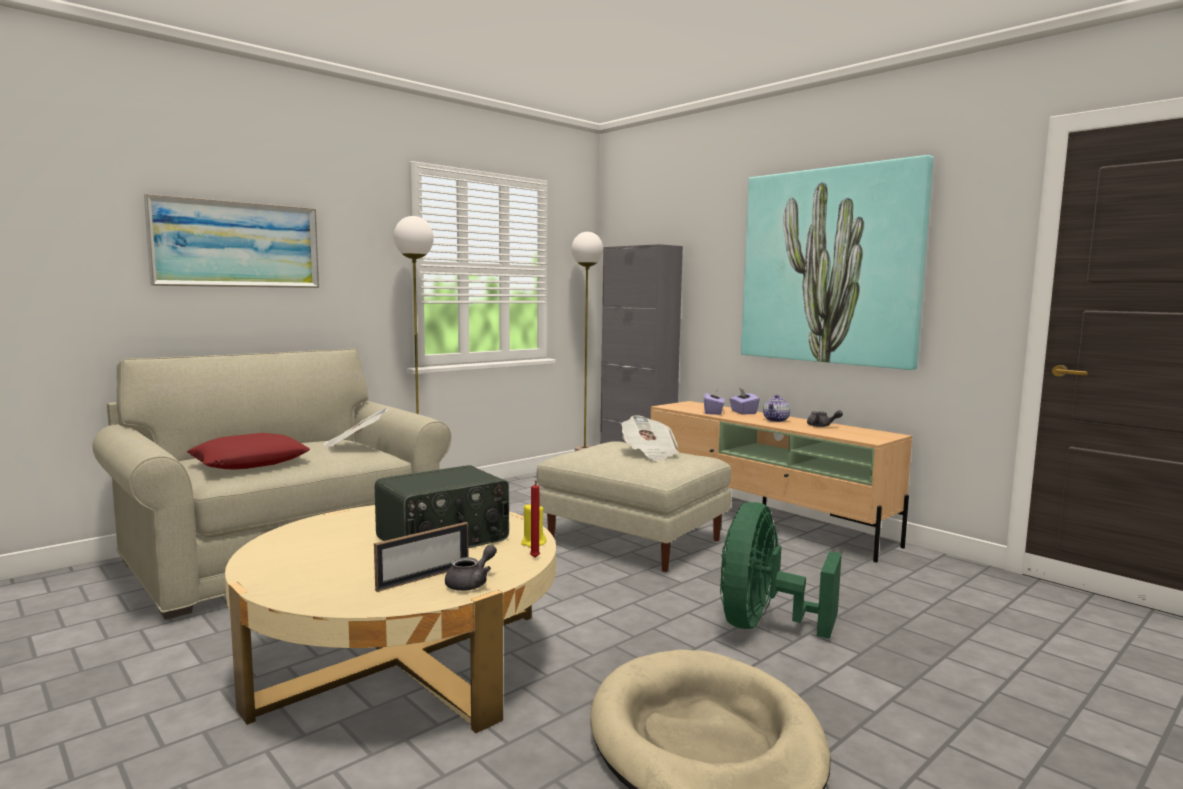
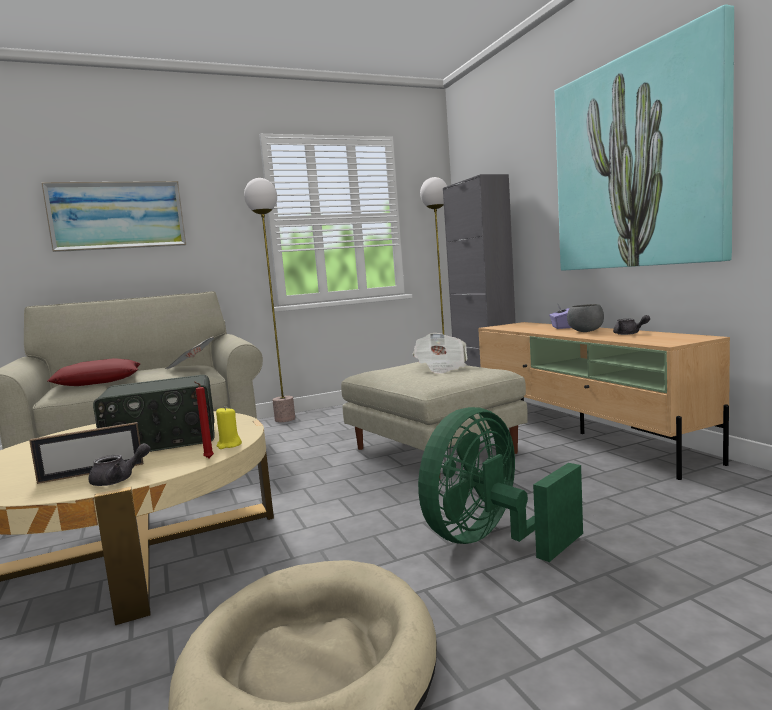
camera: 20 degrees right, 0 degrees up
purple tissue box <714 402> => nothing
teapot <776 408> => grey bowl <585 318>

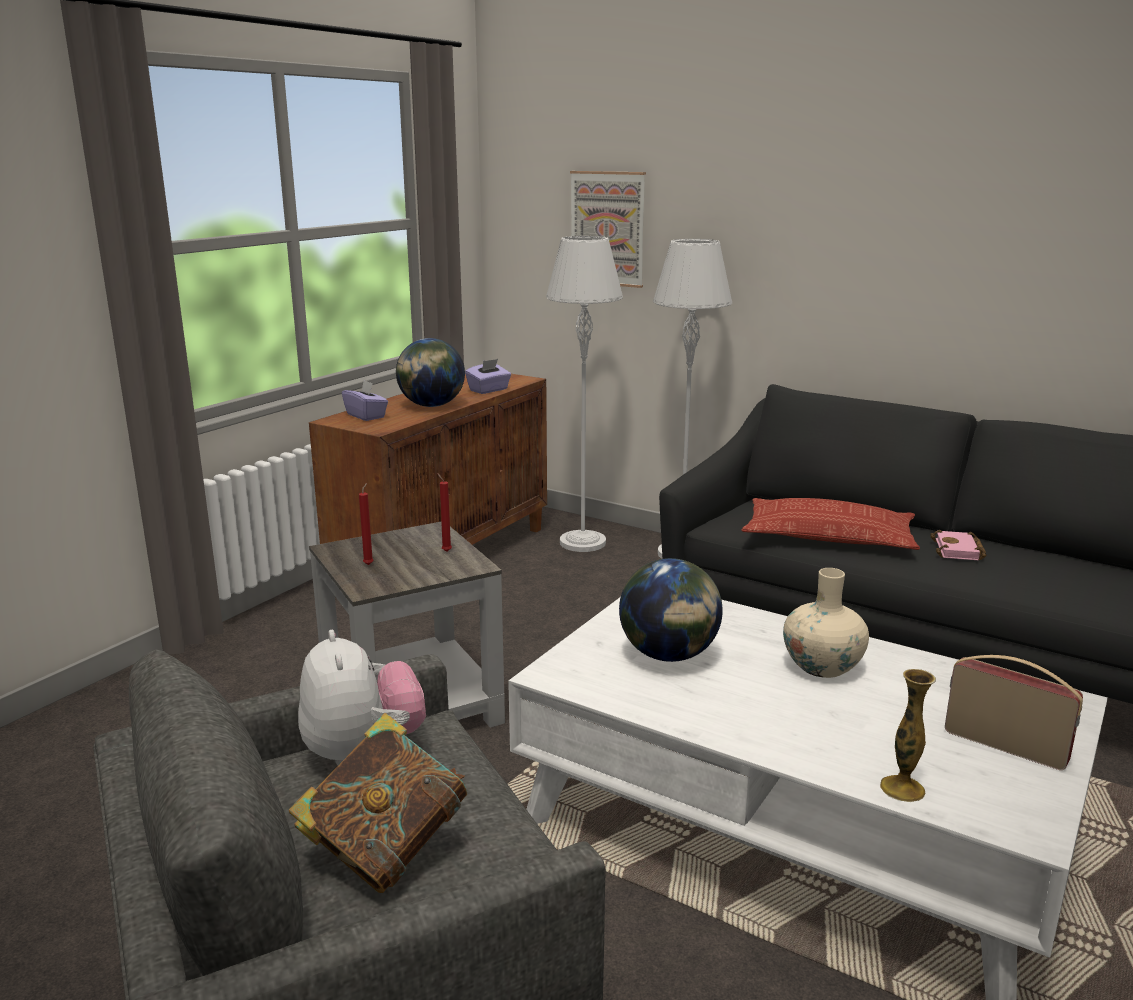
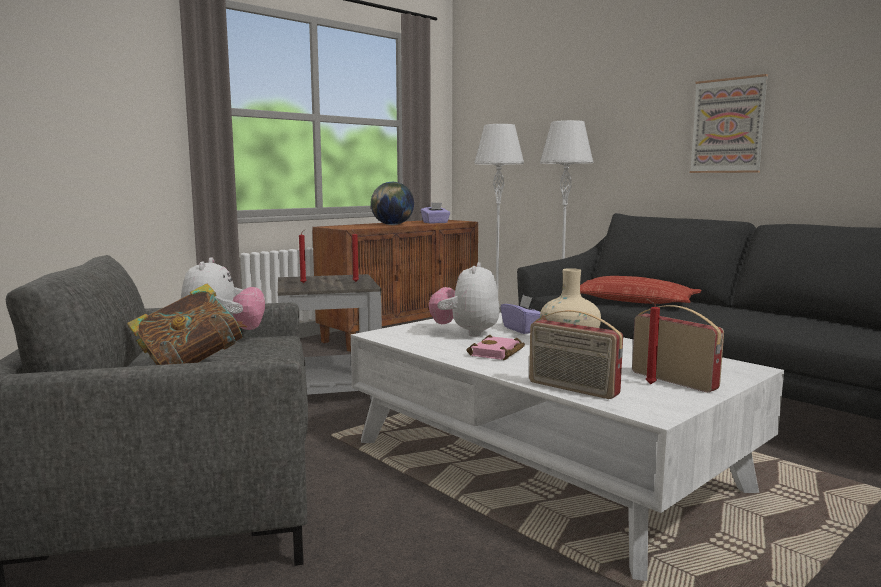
camera: 15 degrees right, 10 degrees down
picture <608 229> => picture <729 123>, move
purple tissue box <365 400> => purple tissue box <520 314>, move
pink book <958 545> => pink book <495 347>, move
globe <671 610> => plush toy <464 299>
vase <908 735> => radio <576 354>
nothing => red candle <652 341>

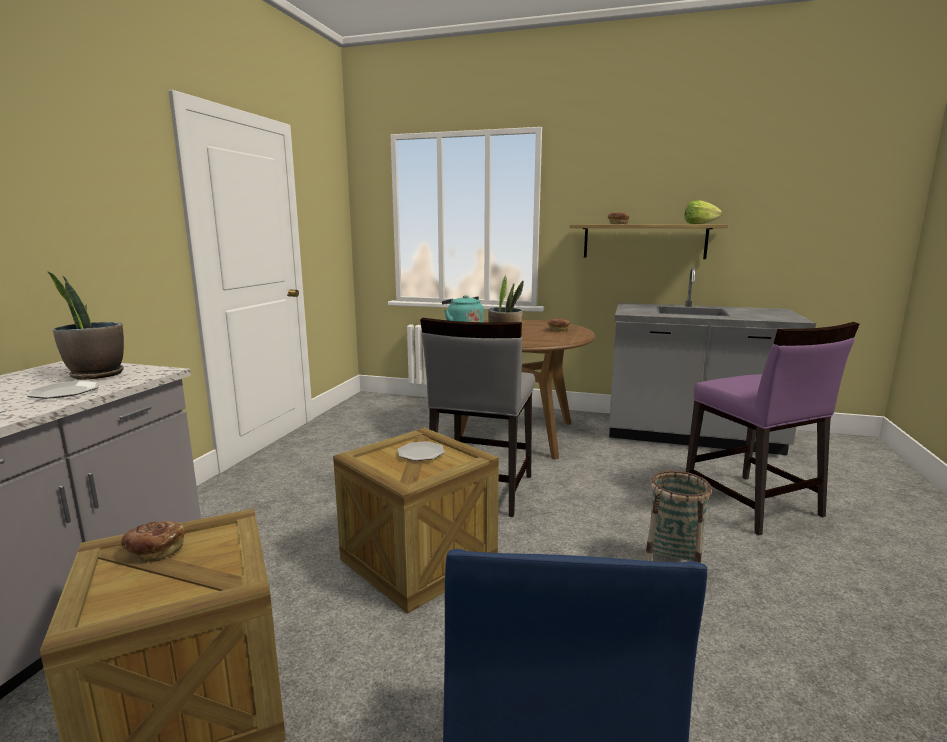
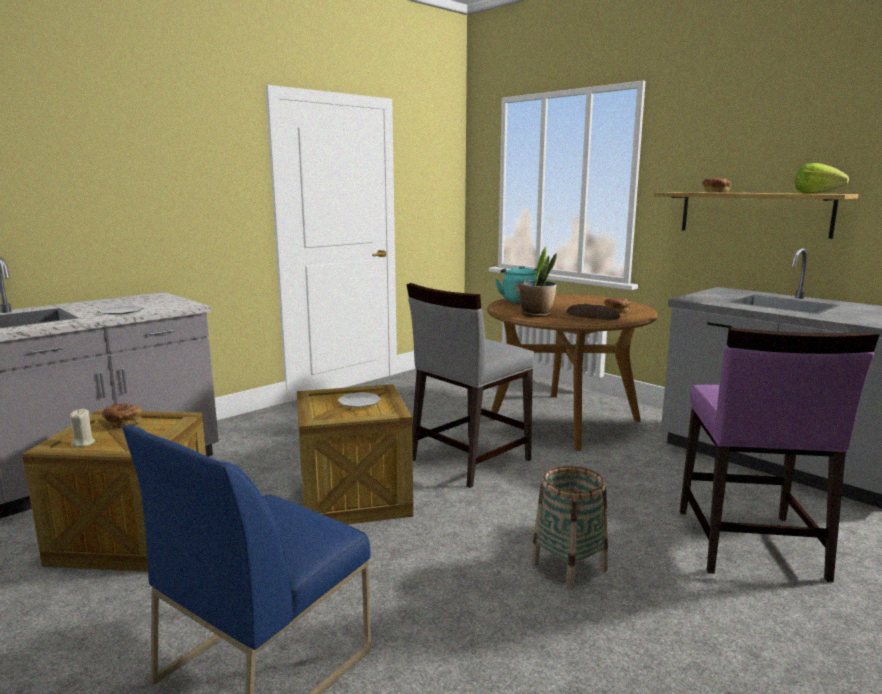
camera: 30 degrees right, 0 degrees up
potted plant <85 325> => nothing
nothing => bread <593 312>
nothing => beige candle <82 428>

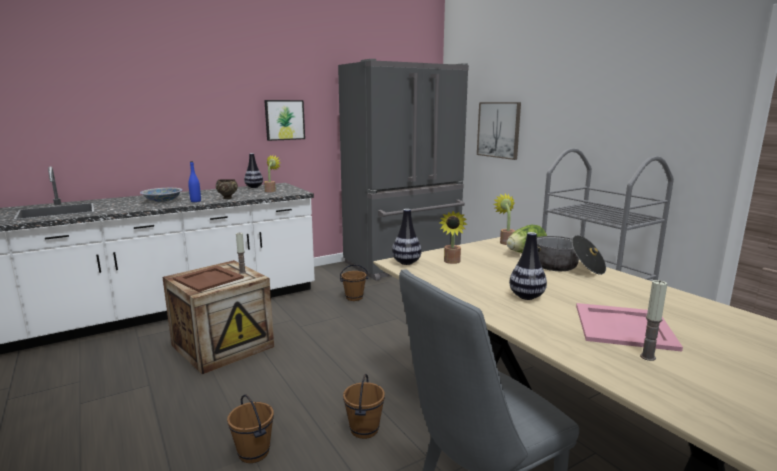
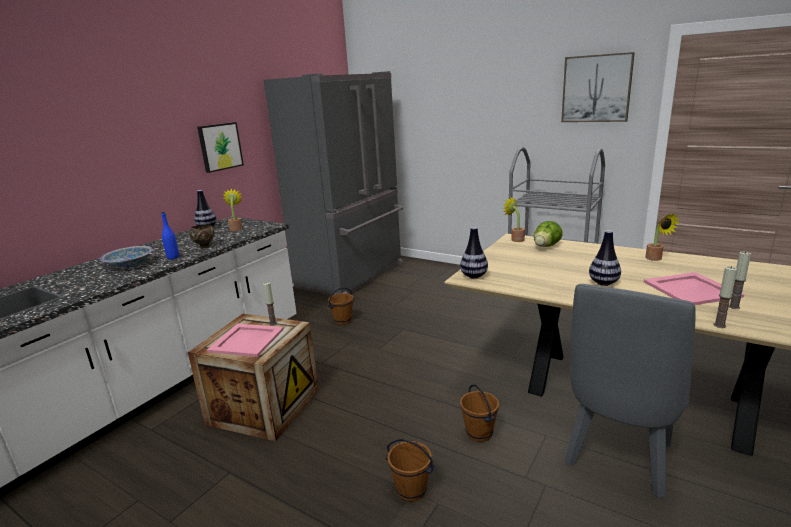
camera: 25 degrees left, 5 degrees up
picture <499 131> => picture <598 87>, move
potted plant <454 237> => potted plant <662 237>, move
cooking pot <571 255> => nothing
brown tray <208 279> => pink tray <245 340>
nothing => candle <725 297>

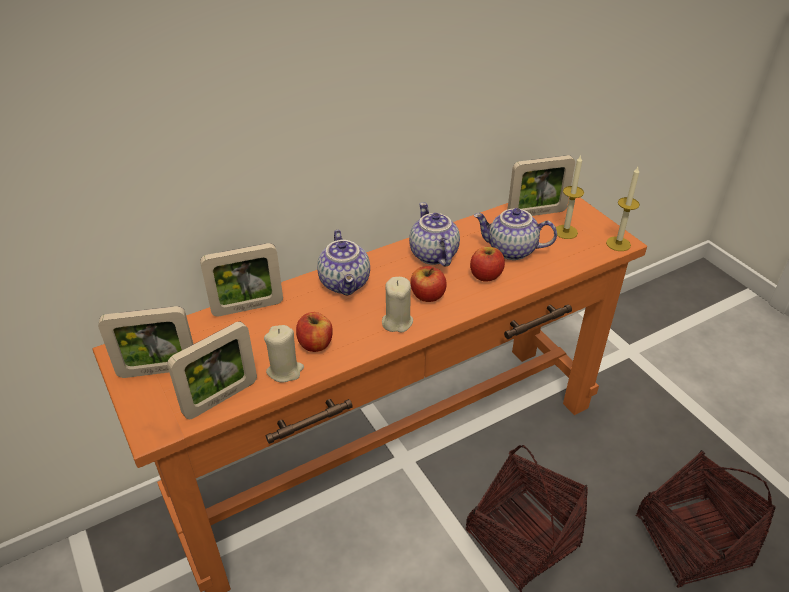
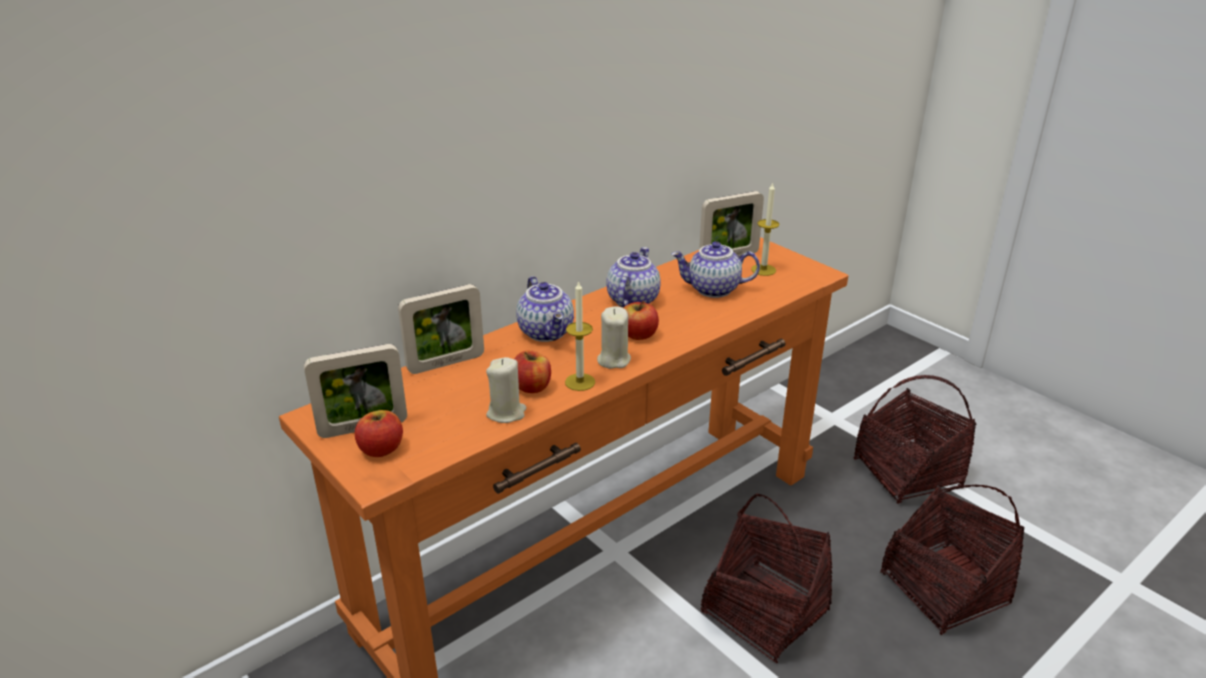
camera: 10 degrees left, 10 degrees down
candle <623 209> => candle <580 335>, move
teapot <434 234> => teapot <633 277>, 45 degrees clockwise
apple <487 264> => apple <379 433>, move
picture frame <212 370> => nothing
nothing => basket <915 439>

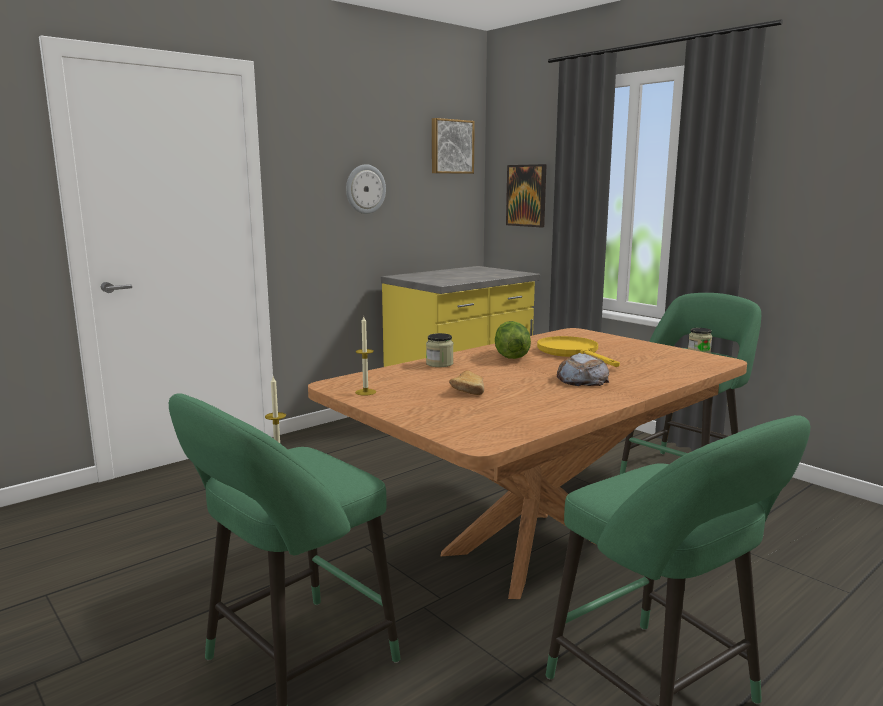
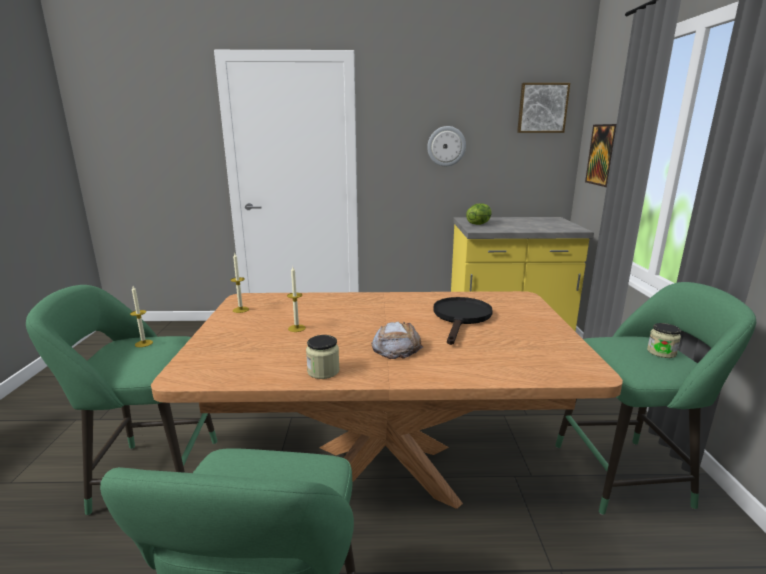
camera: 40 degrees right, 5 degrees up
lettuce <513 340> => lettuce <479 214>, move
jar <439 350> => jar <323 357>, move
yellow frying pan <578 351> => black frying pan <463 321>
bread <466 382> => candle <296 299>

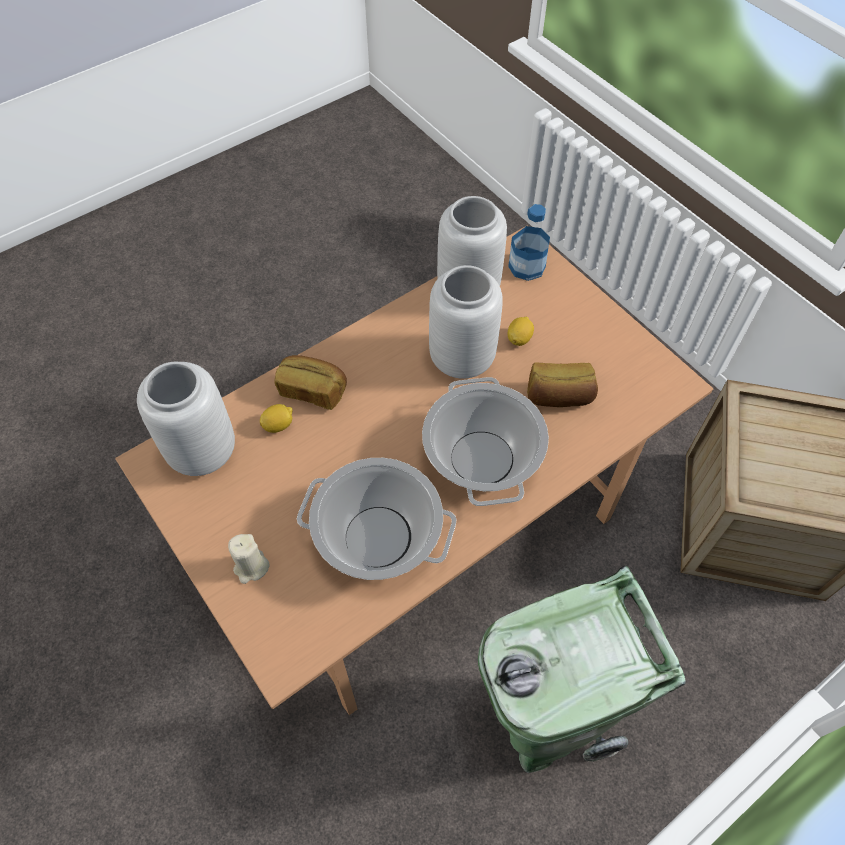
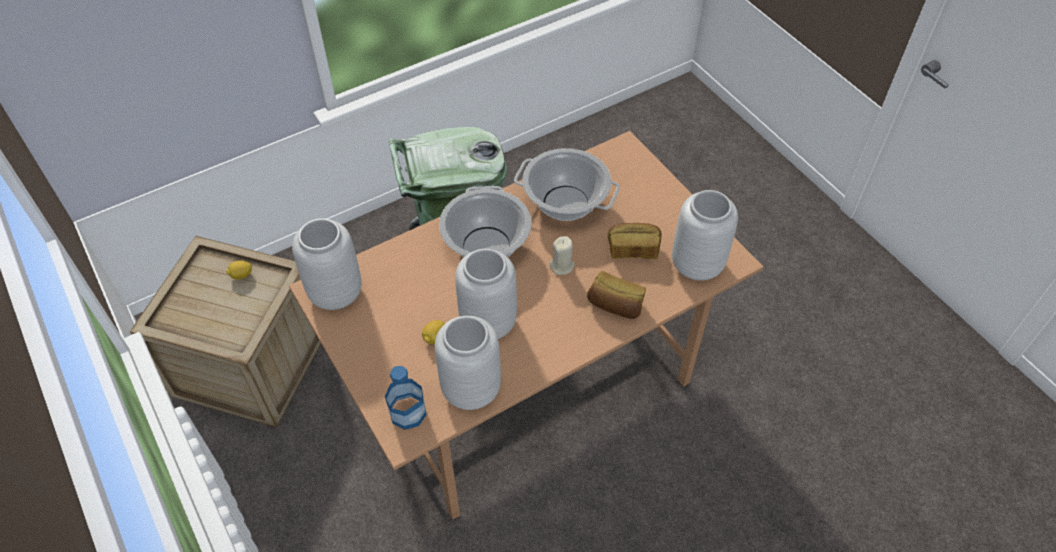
camera: 175 degrees left, 5 degrees down
bread <562 384> => bread <635 241>, move
lemon <276 418> => lemon <239 270>, move
beige candle <248 559> => beige candle <562 255>, move
nothing => grey vase <327 264>

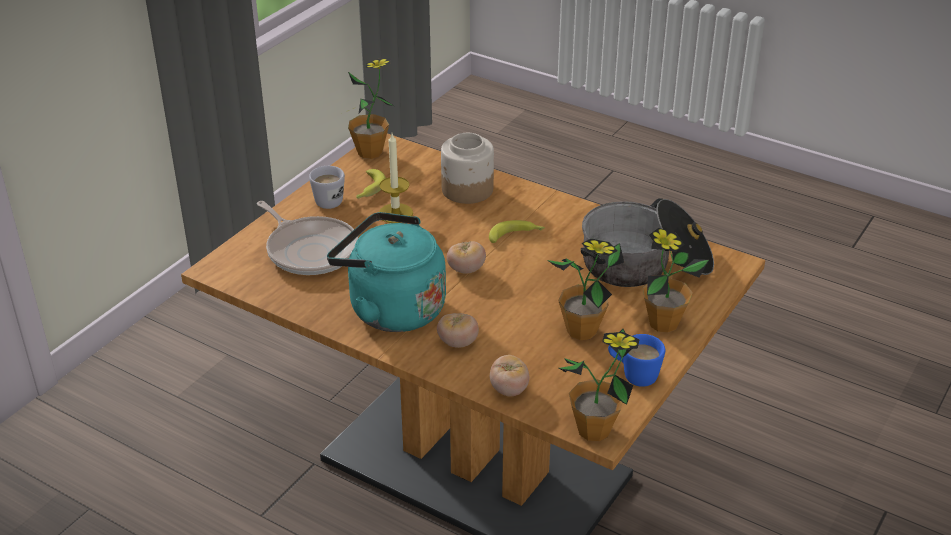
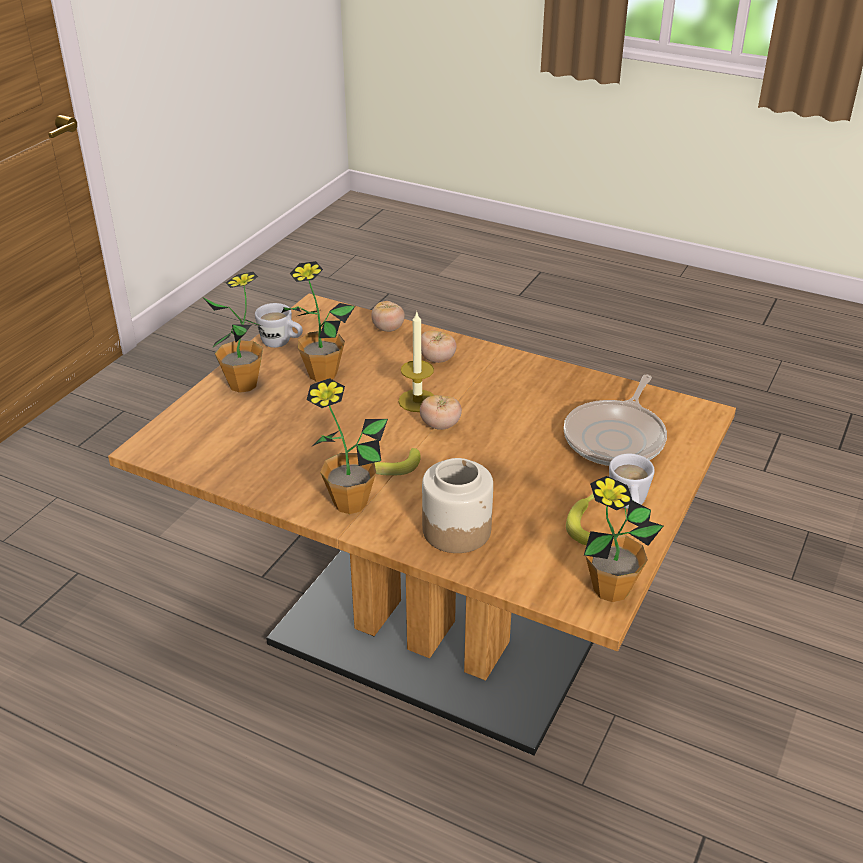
camera: 175 degrees right, 0 degrees up
candle <396 178> => candle <416 361>, move
cooking pot <647 242> => nothing
frying pan <307 238> => frying pan <615 420>, 105 degrees counterclockwise
turquoise kettle <386 272> => nothing
potted plant <599 385> => potted plant <347 446>, move
blue mug <636 360> => white mug <279 325>

